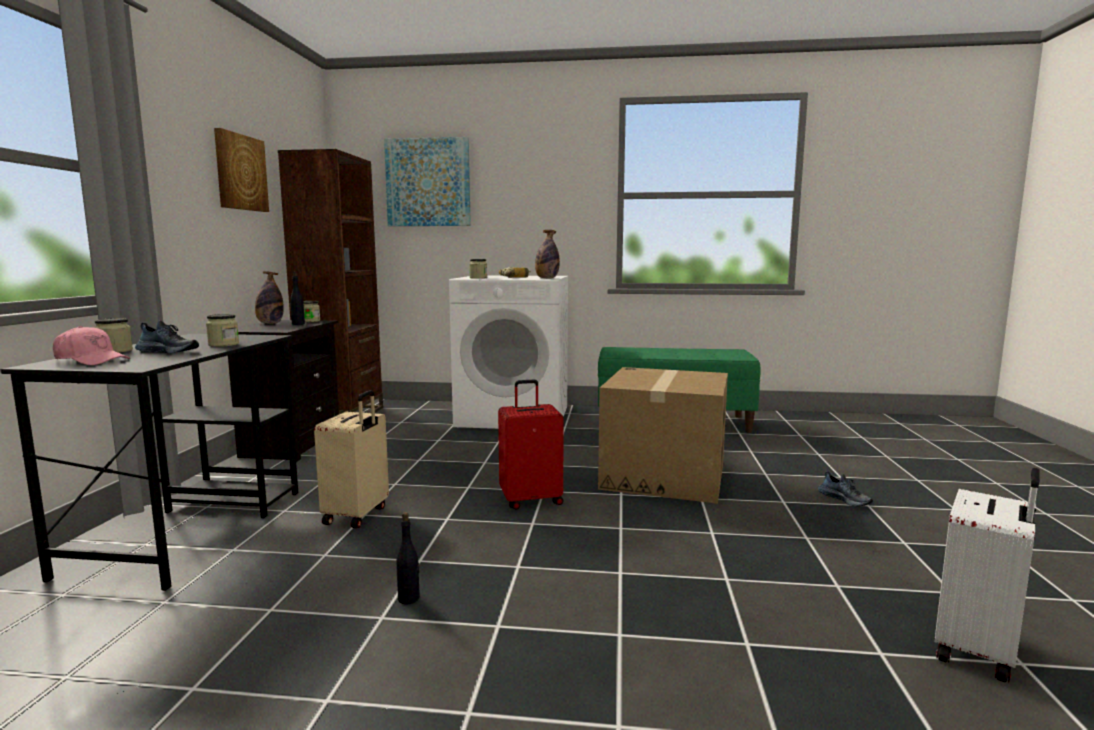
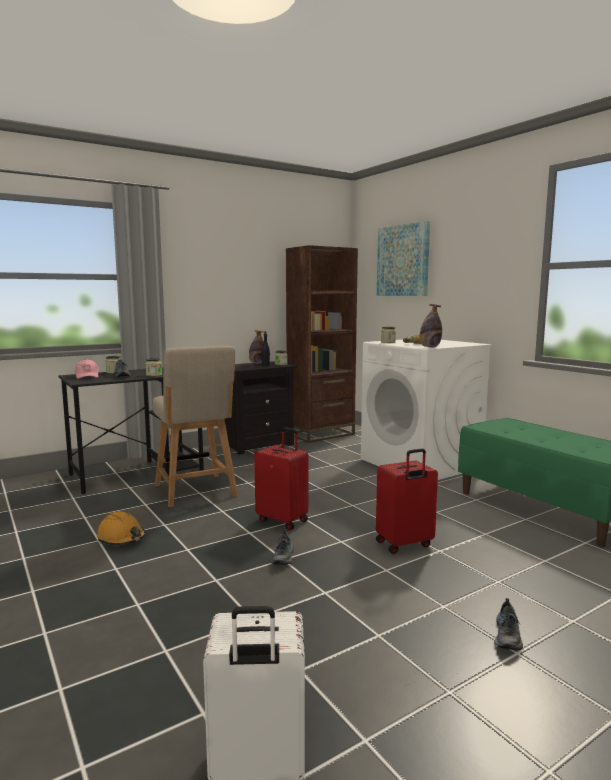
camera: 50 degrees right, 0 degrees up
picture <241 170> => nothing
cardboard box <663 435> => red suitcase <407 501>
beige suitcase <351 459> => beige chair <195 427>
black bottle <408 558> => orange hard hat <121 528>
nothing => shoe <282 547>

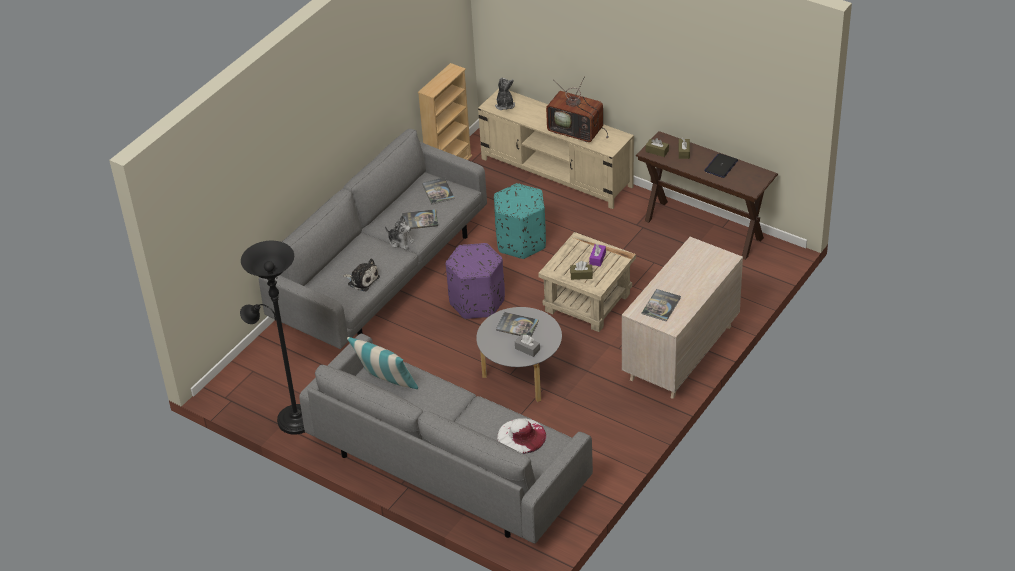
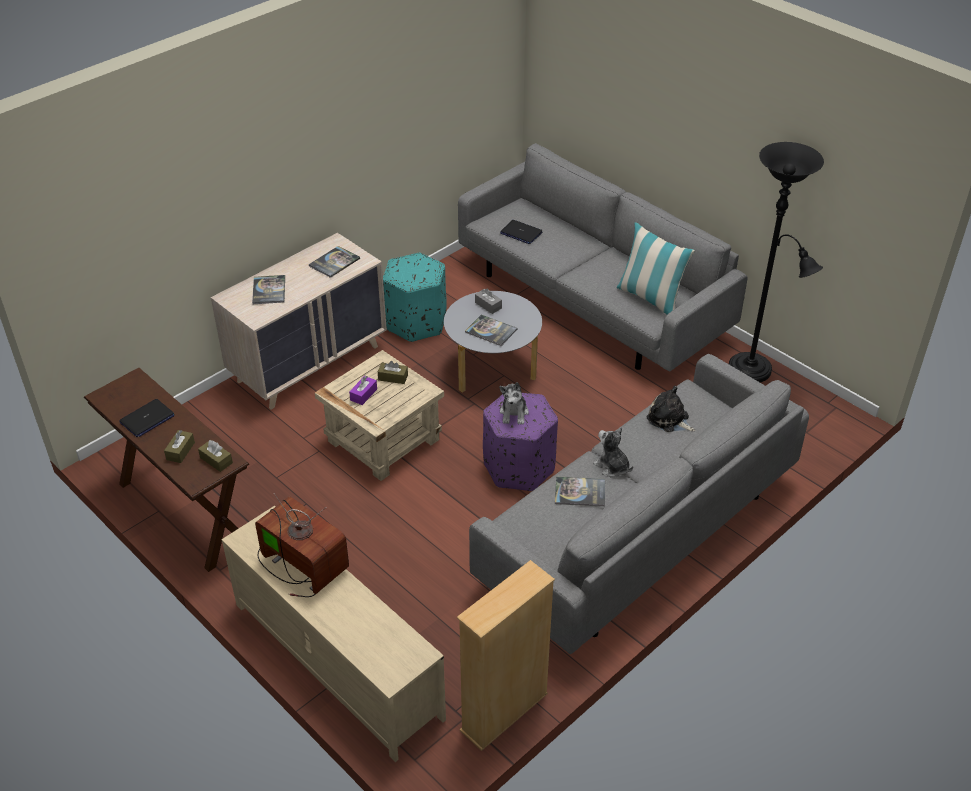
camera: 170 degrees left, 0 degrees up
plush toy <505 93> => plush toy <514 403>, move
book <438 190> => book <268 289>, move
turquoise ottoman <520 221> => turquoise ottoman <415 297>, move
white hat <521 436> => laptop <521 232>

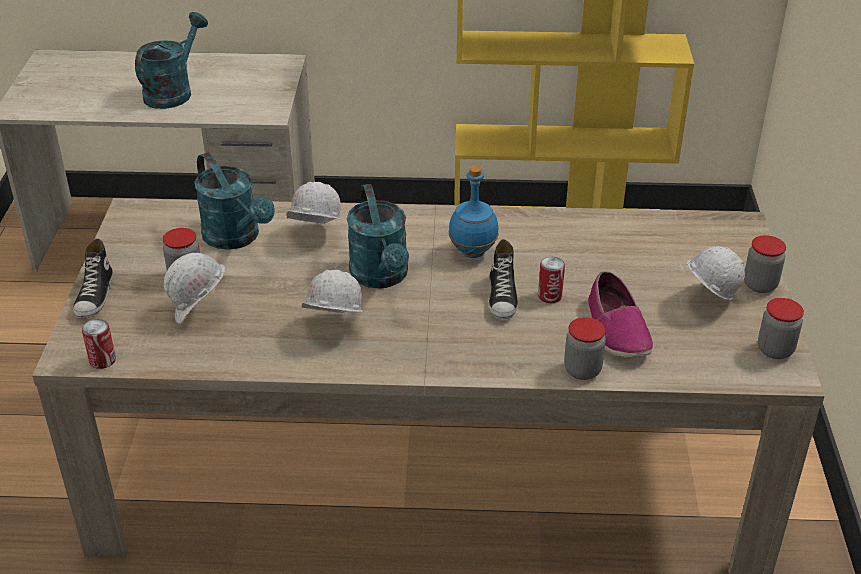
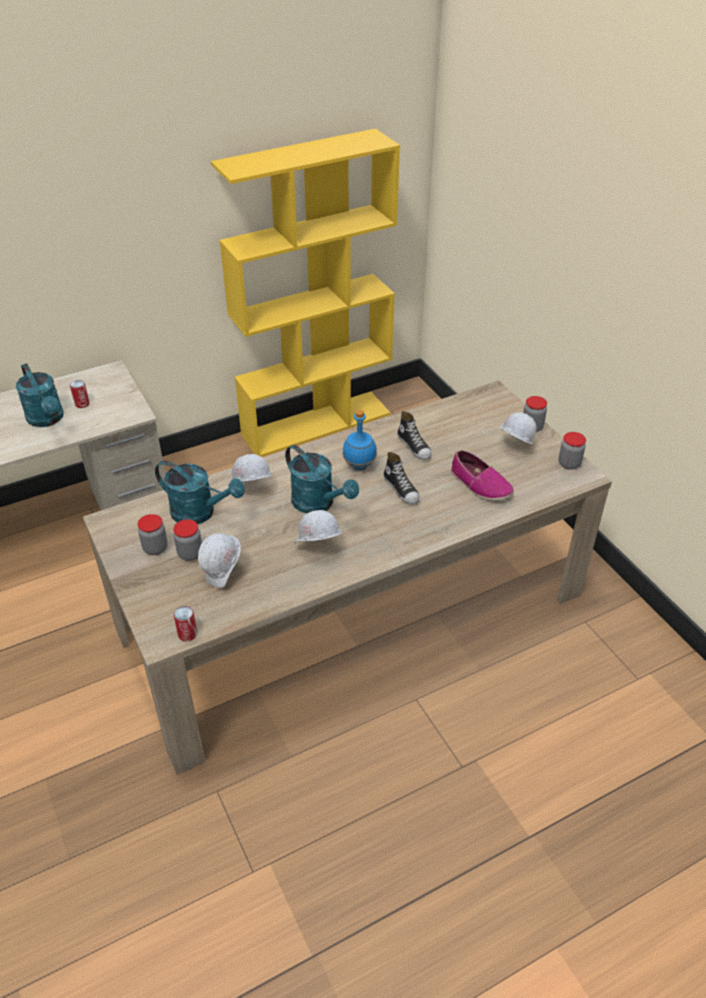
camera: 30 degrees left, 5 degrees up
turquoise watering can <171 60> => turquoise watering can <40 395>, 150 degrees clockwise
shoe <93 279> => shoe <414 435>, move
can <551 280> => can <80 394>, move
jar <585 348> => jar <153 534>, move

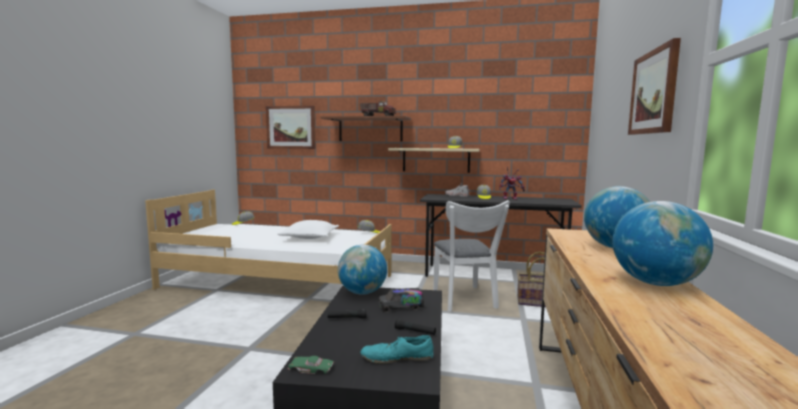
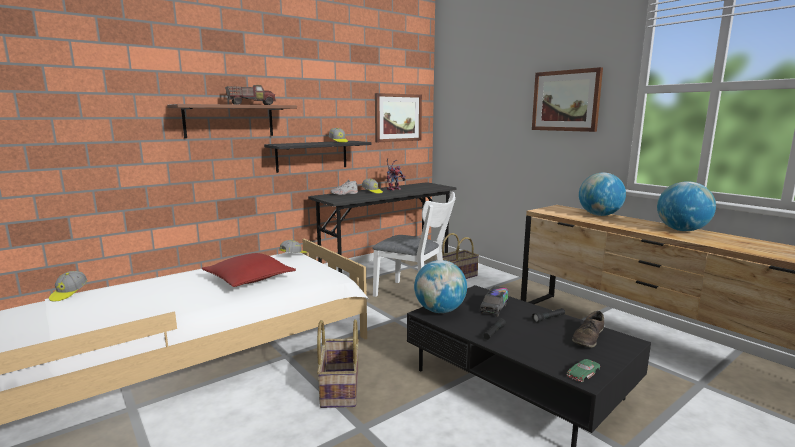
camera: 50 degrees left, 5 degrees up
picture <291 127> => picture <398 117>, move
beige shelf <434 160> => black shelf <318 157>
white pillow <308 229> => red pillow <249 270>
turquoise shoe <397 349> => brown shoe <588 329>
nothing => basket <338 363>

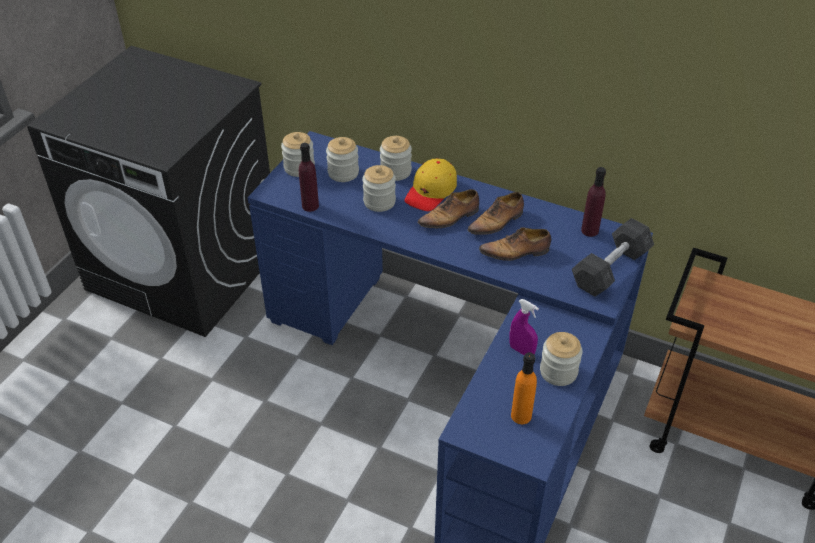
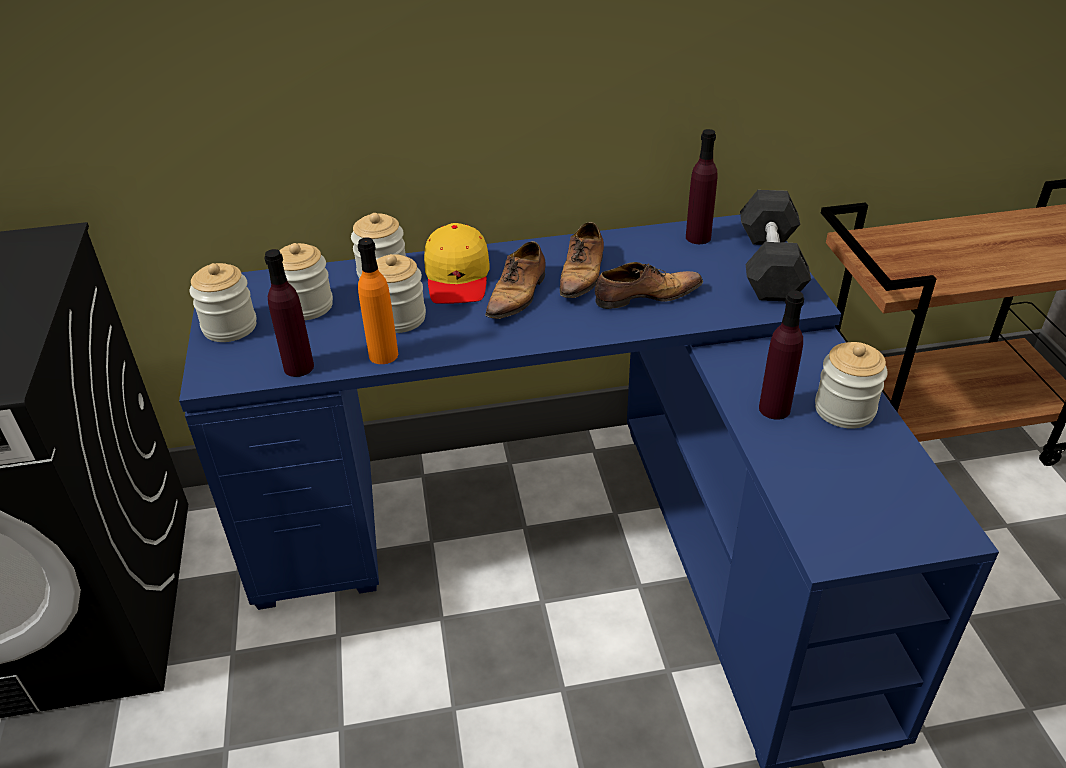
camera: 35 degrees left, 5 degrees down
shoe <515 244> => shoe <649 285>, 150 degrees counterclockwise
purple spray bottle <524 327> => purple bottle <781 355>
orange bottle <524 388> => orange bottle <378 300>, move

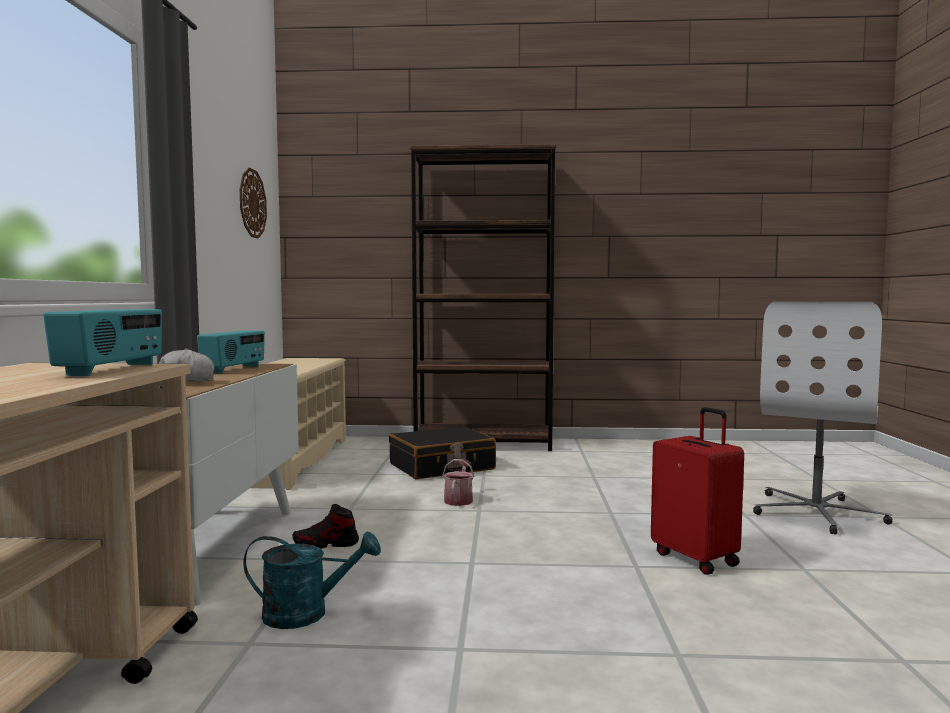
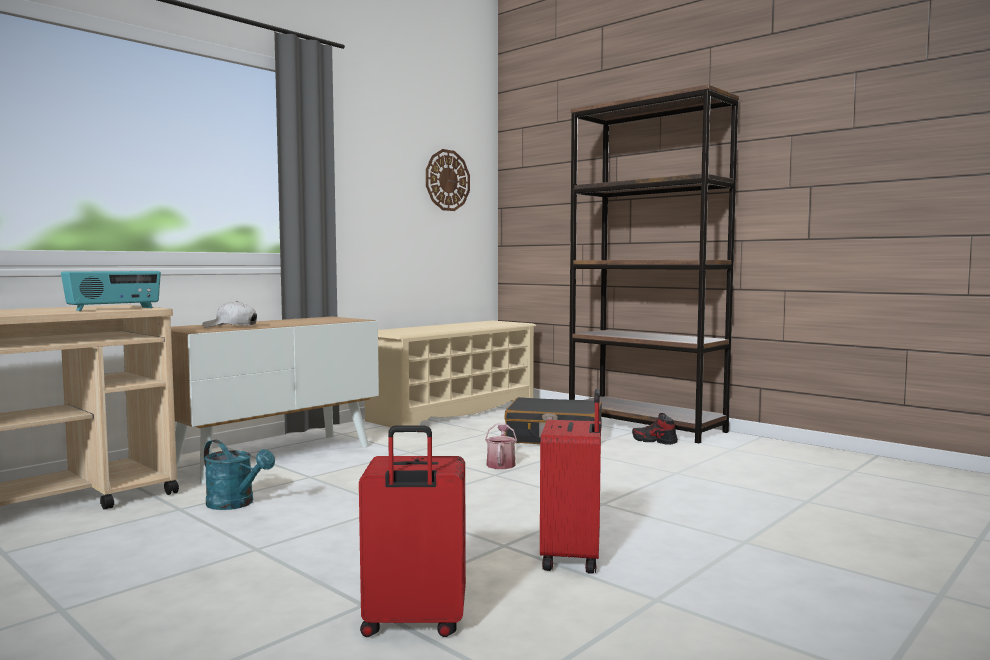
camera: 40 degrees right, 0 degrees up
white office chair <822 417> => nothing
radio <231 352> => nothing
watering can <458 482> => watering can <501 446>, 45 degrees counterclockwise
shoe <326 526> => shoe <655 429>, move
nothing => red suitcase <412 531>

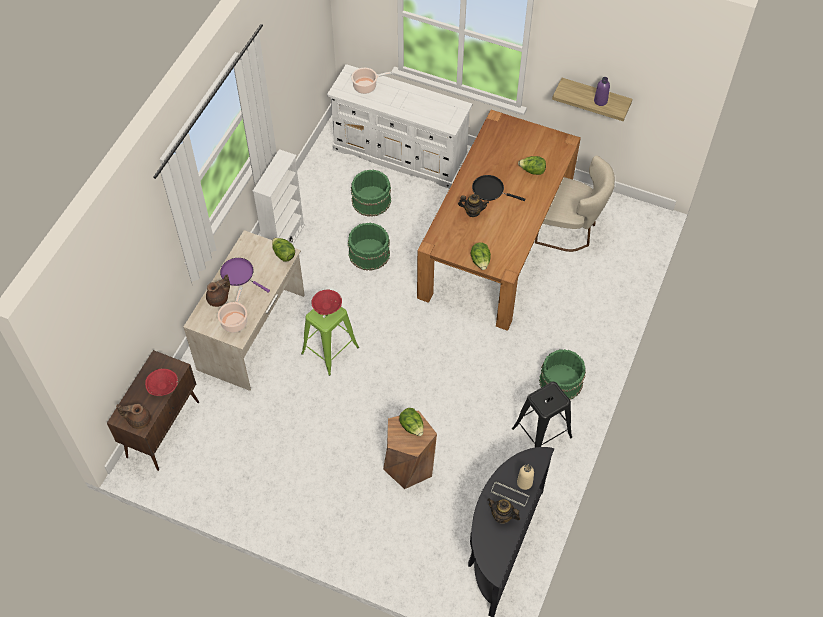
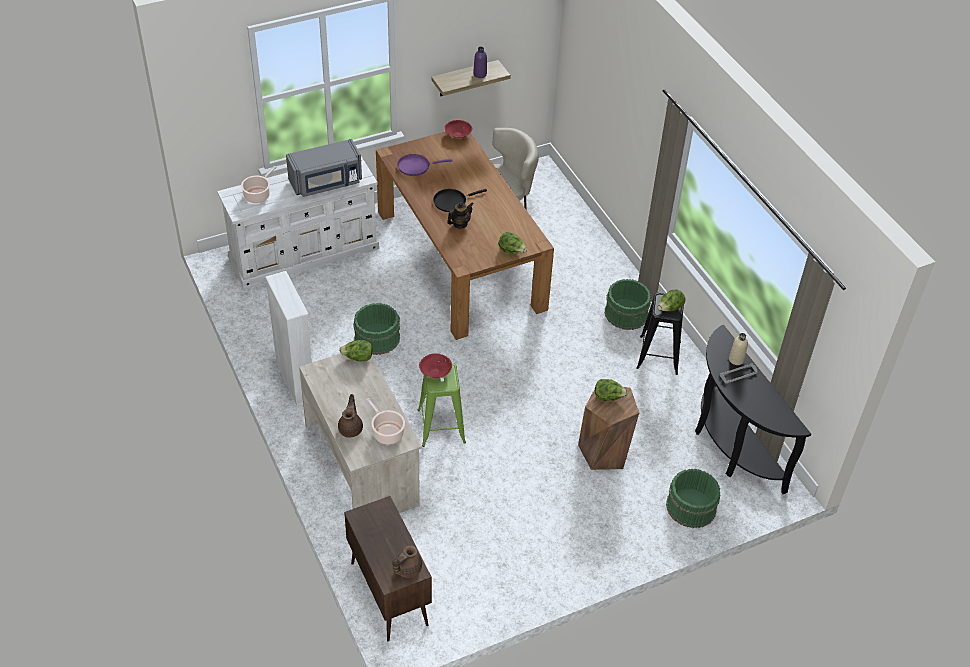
camera: 50 degrees left, 10 degrees down
lettuce <532 165> => lettuce <671 300>, move
green bucket <371 193> => green bucket <693 498>, move
purple frying pan <245 275> => purple frying pan <425 165>, move
red bowl <161 382> => red bowl <458 129>, move
teapot <503 511> => nothing
nothing => grey microwave <324 168>

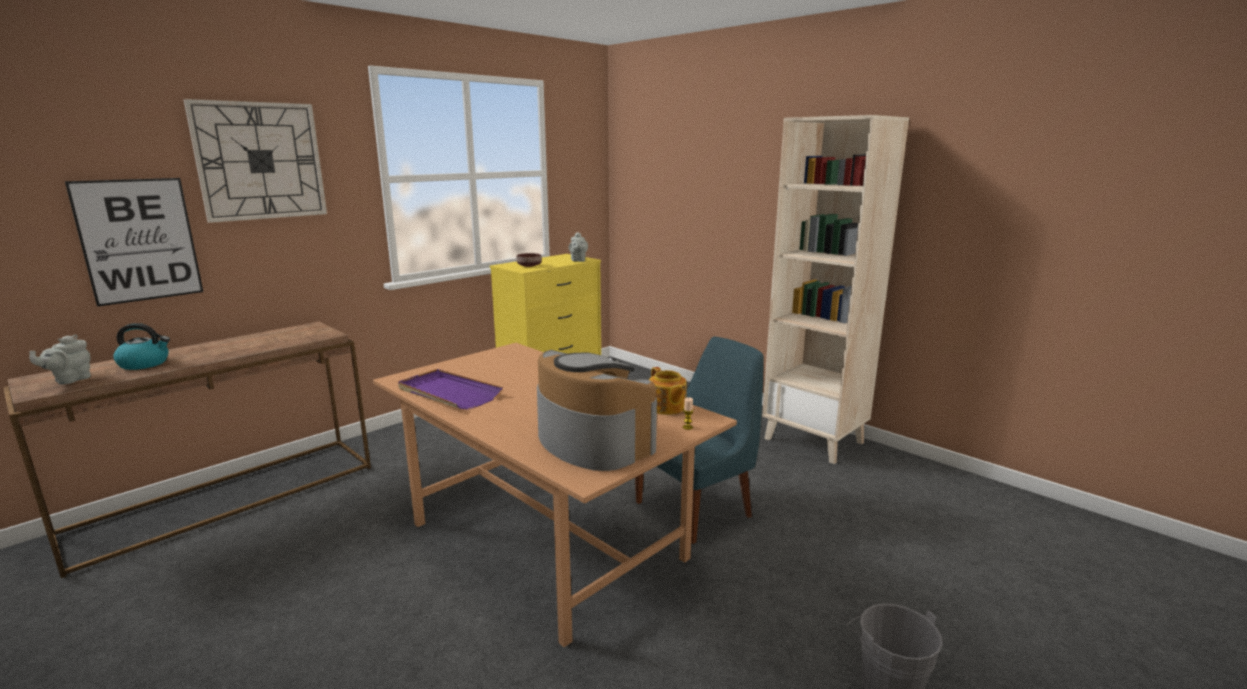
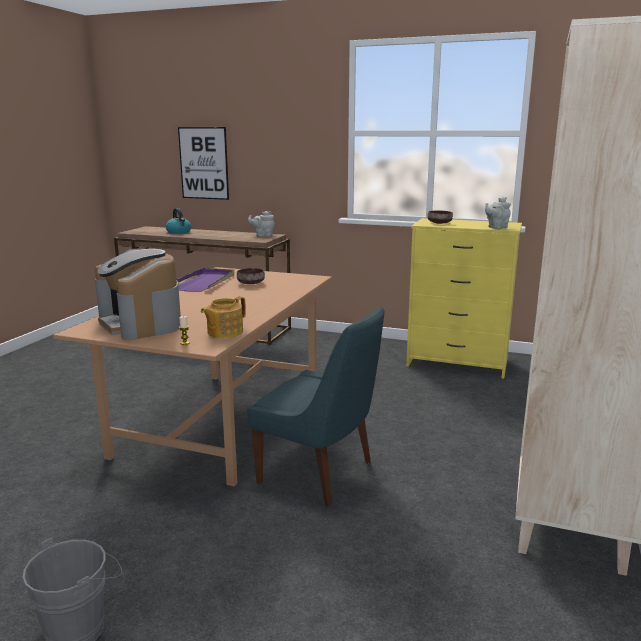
camera: 65 degrees right, 0 degrees up
wall clock <255 161> => nothing
grey teapot <60 359> => grey teapot <261 224>, move
coffee machine <597 410> => coffee machine <138 294>, 120 degrees clockwise
nothing => brown bowl <251 276>

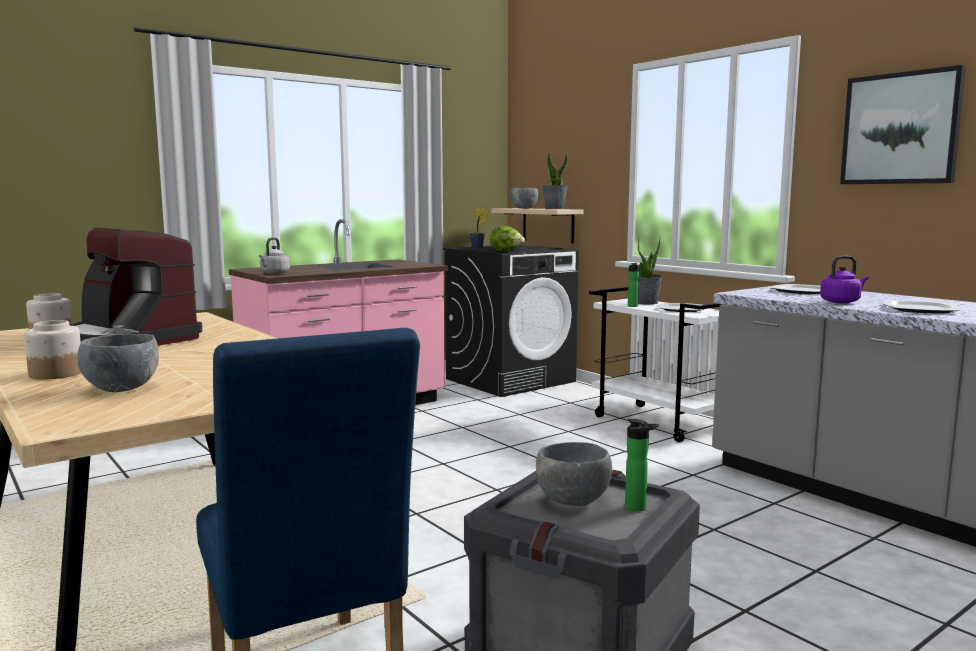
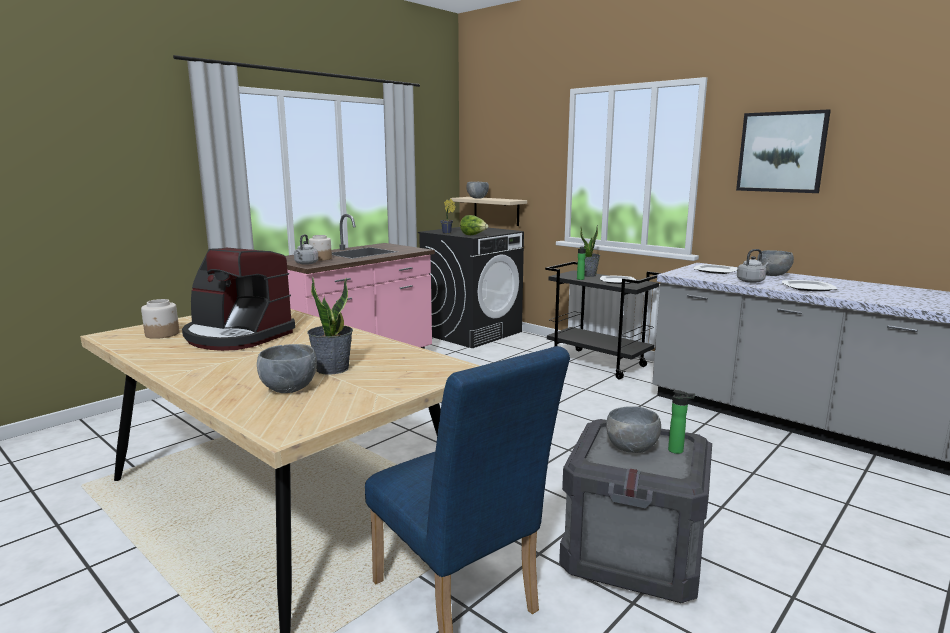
camera: 10 degrees left, 5 degrees up
potted plant <555 180> => potted plant <330 326>, move
purple kettle <844 279> => grey kettle <753 266>
white cart <655 364> => black cart <603 320>
jar <52 350> => jar <320 248>, move
nothing => grey bowl <775 263>

